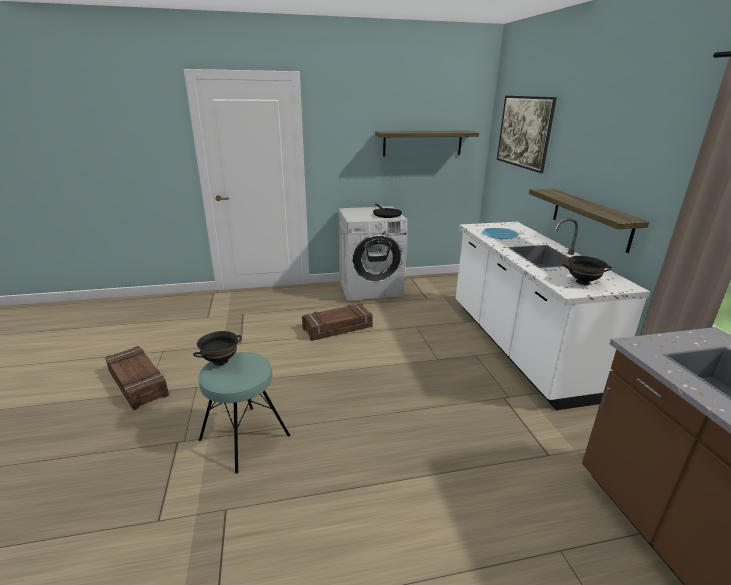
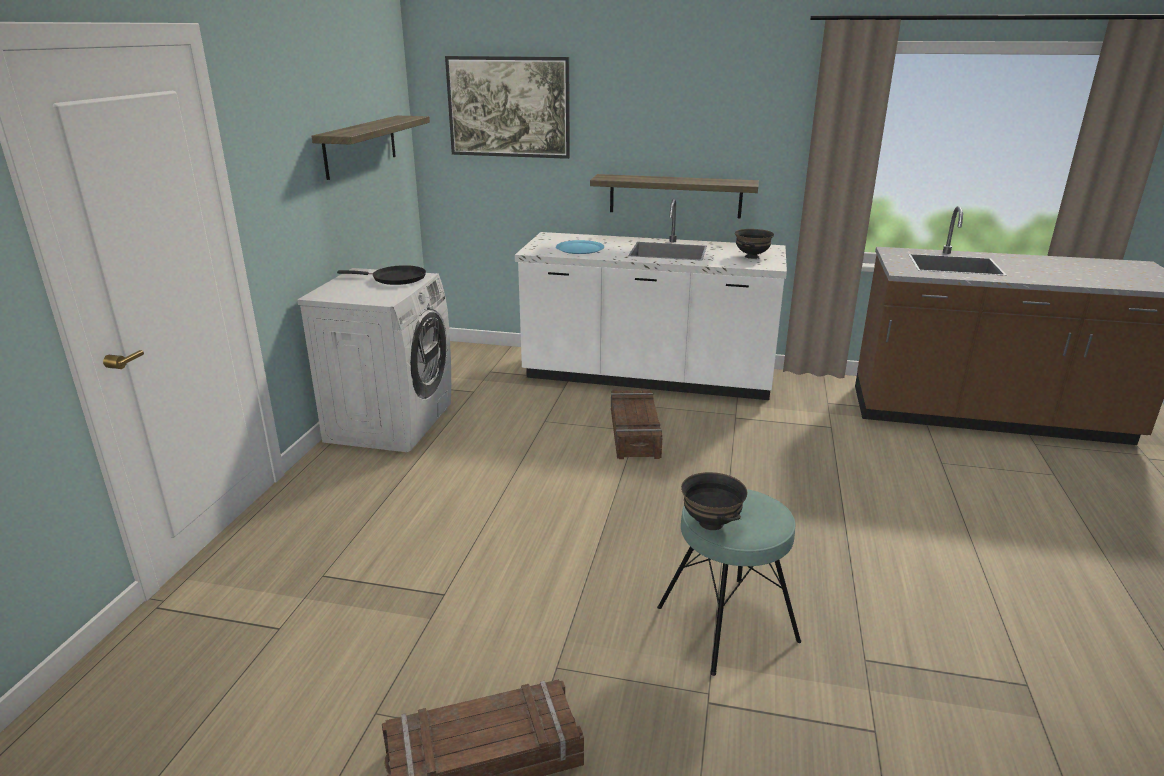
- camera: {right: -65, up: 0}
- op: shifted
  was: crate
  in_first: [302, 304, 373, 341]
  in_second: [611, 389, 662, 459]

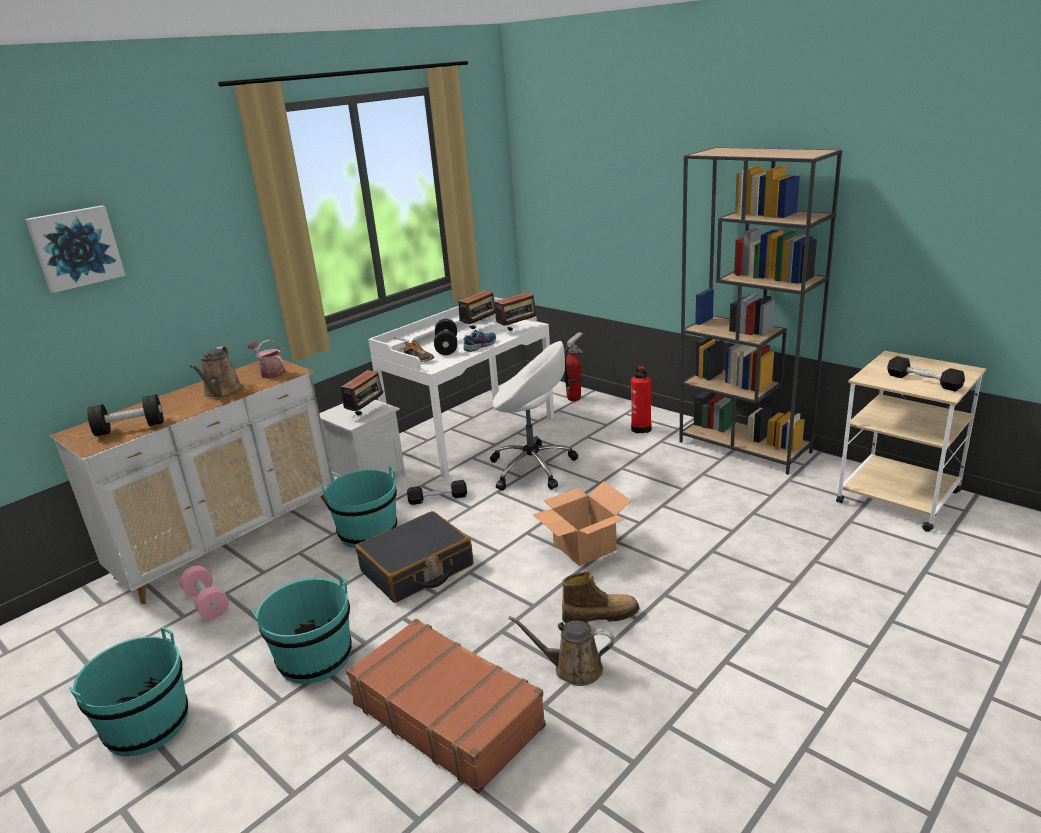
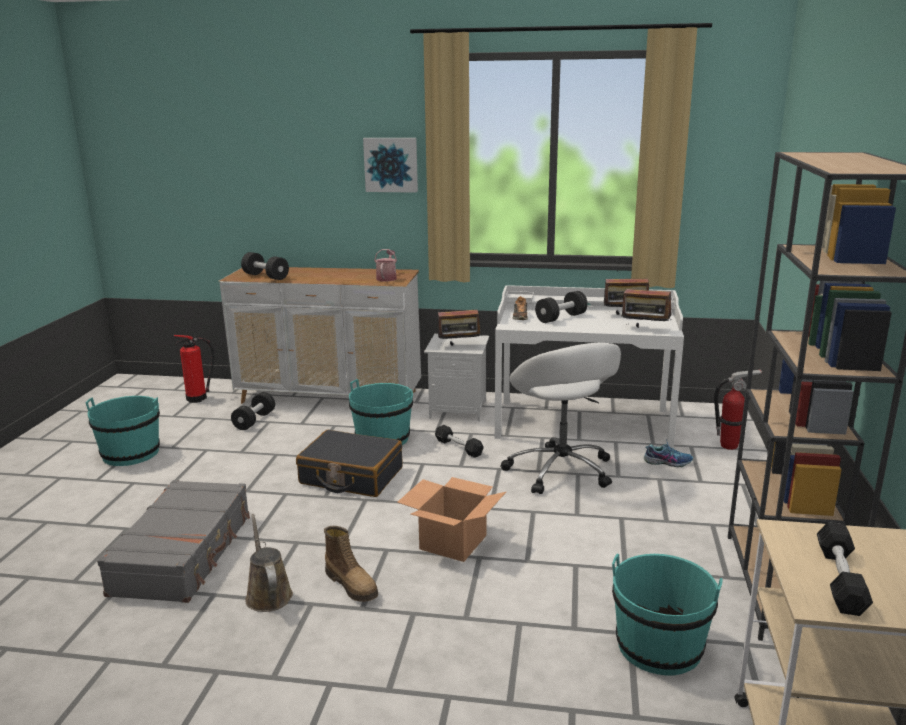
- camera: {right: 55, up: -5}
- op: repainted
  was: suitcase/brownish
  now: suitcase/gray
  in_first: [346, 619, 546, 794]
  in_second: [97, 480, 250, 603]
- op: shifted
  was: fire-fighting cylinder
  in_first: [631, 366, 651, 434]
  in_second: [174, 335, 215, 403]
- op: repainted
  was: dumbbell/pink-coloured
  now: dumbbell/blackish
  in_first: [180, 566, 229, 619]
  in_second: [231, 392, 275, 430]
- op: shifted
  was: wall art
  in_first: [25, 205, 126, 293]
  in_second: [363, 138, 418, 193]
- op: shifted
  was: bucket/turquoise
  in_first: [252, 574, 352, 684]
  in_second: [612, 554, 723, 676]
- op: shifted
  was: shoe
  in_first: [463, 329, 496, 352]
  in_second: [644, 440, 693, 467]
- op: gone
  was: watering pot/brownish
  in_first: [190, 346, 243, 399]

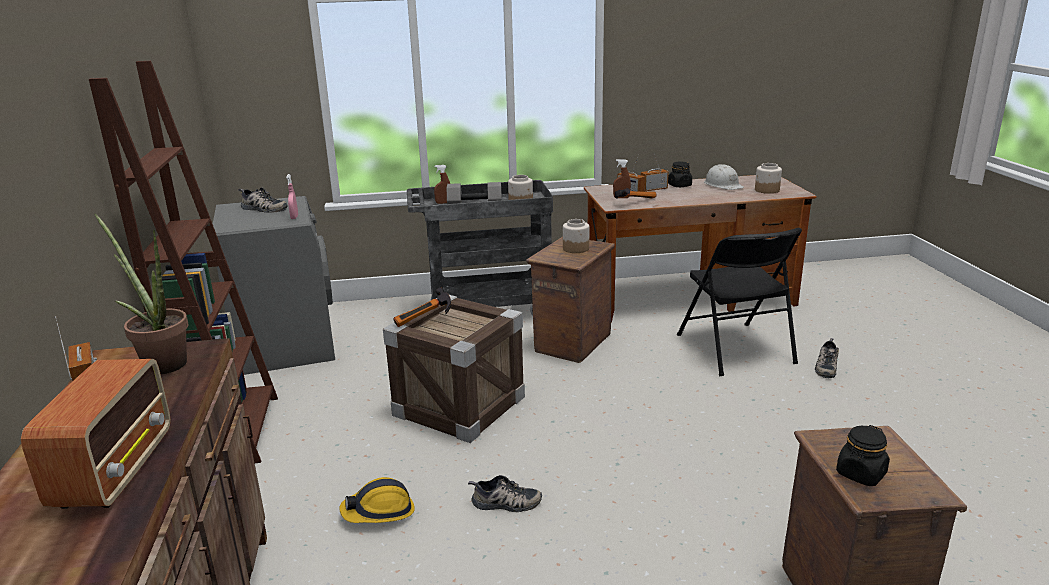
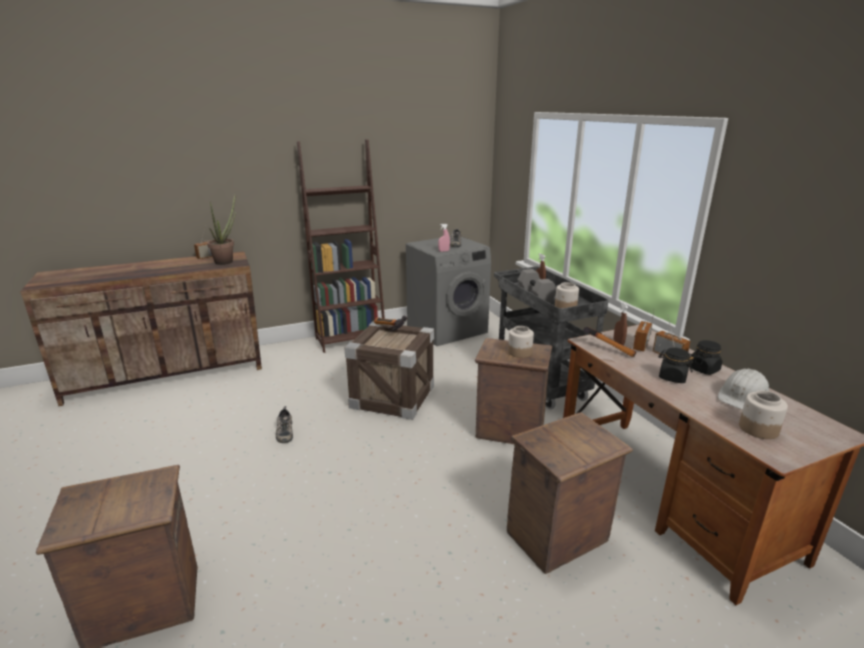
- camera: {right: 75, up: 0}
- op: swapped
  was: upright chair/blackish
  now: crate
  in_first: [677, 228, 802, 376]
  in_second: [507, 412, 633, 574]
- op: shifted
  was: storage jar/blackish
  in_first: [836, 425, 890, 486]
  in_second: [658, 348, 694, 383]
- op: gone
  was: radio receiver
  in_first: [21, 359, 171, 509]
- op: gone
  was: hard hat
  in_first: [339, 477, 415, 523]
- op: gone
  was: shoe
  in_first: [815, 338, 839, 378]

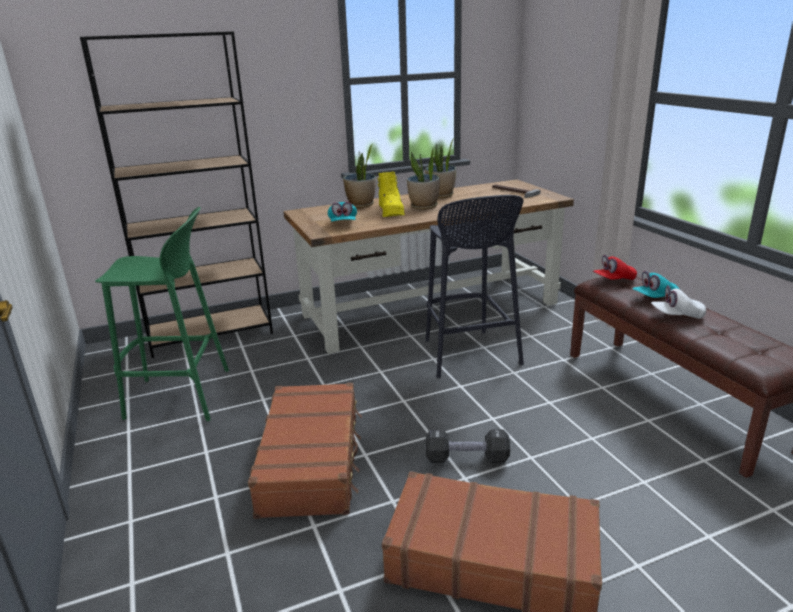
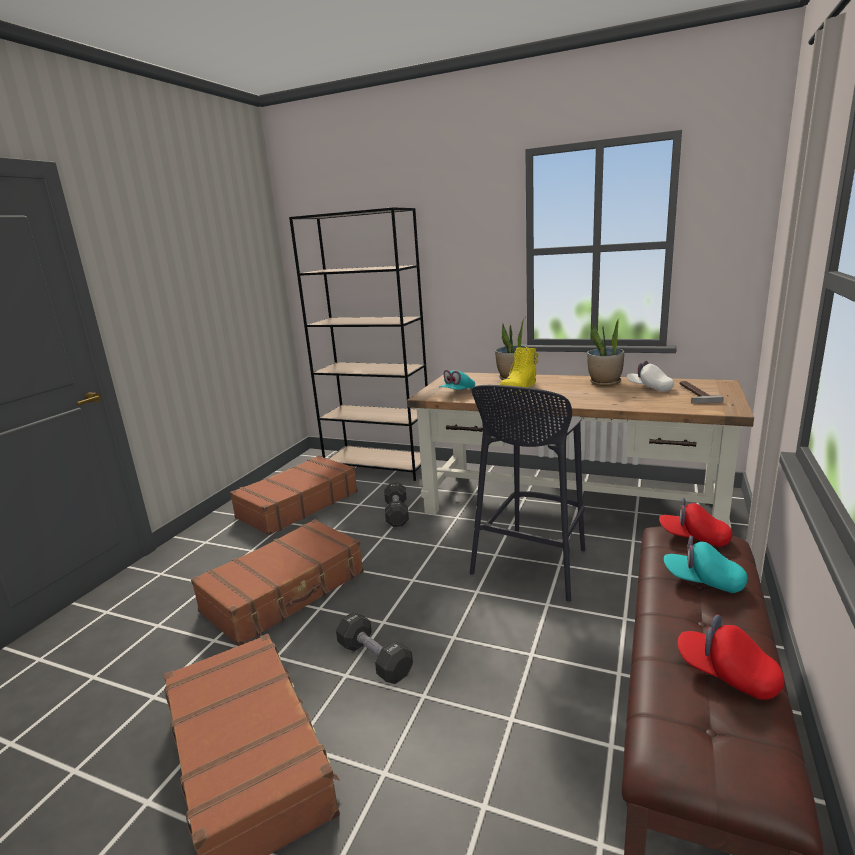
- camera: {right: 45, up: -5}
- op: swapped
  was: stool seat/green
  now: suitcase/brownish
  in_first: [95, 207, 229, 421]
  in_second: [230, 455, 358, 535]
- op: new
  now: dumbbell/blackish
  in_second: [384, 482, 409, 527]
- op: shifted
  was: peaked cap/white
  in_first: [651, 285, 706, 319]
  in_second: [627, 361, 674, 392]
- op: new
  now: peaked cap/red-coloured
  in_second: [677, 615, 785, 700]
- op: gone
  was: houseplant
  in_first: [407, 146, 439, 210]

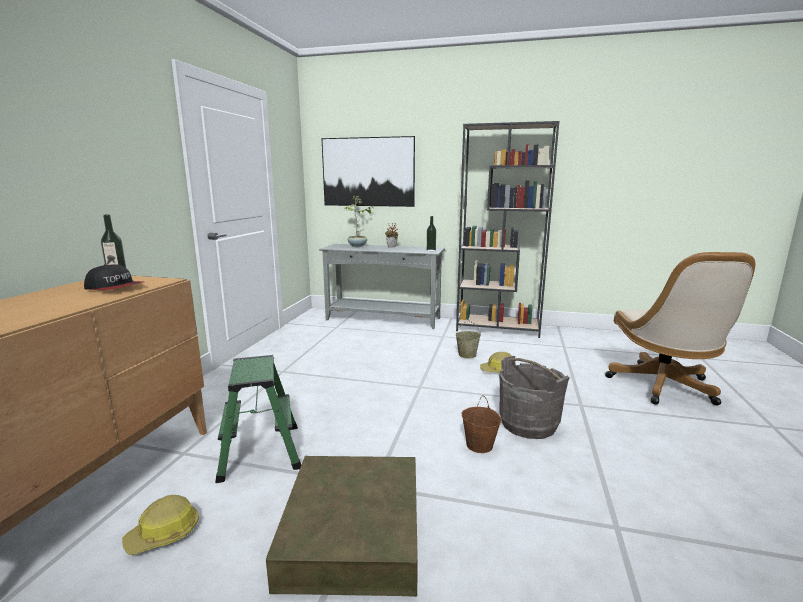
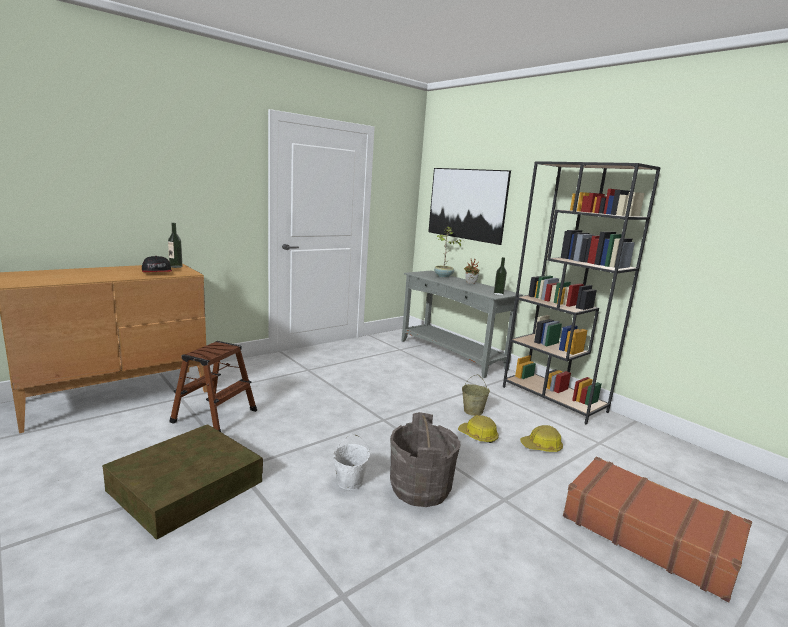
- camera: {right: 35, up: 0}
- op: repainted
  was: stepladder/green
  now: stepladder/brownish
  in_first: [215, 355, 301, 483]
  in_second: [169, 341, 257, 432]
- op: repainted
  was: bucket/brownish
  now: bucket/white
  in_first: [462, 396, 501, 453]
  in_second: [333, 434, 370, 490]
- op: shifted
  was: hard hat
  in_first: [122, 495, 199, 555]
  in_second: [520, 425, 563, 452]
- op: swapped
  was: office chair
  now: suitcase/brownish
  in_first: [605, 252, 755, 405]
  in_second: [563, 457, 752, 602]

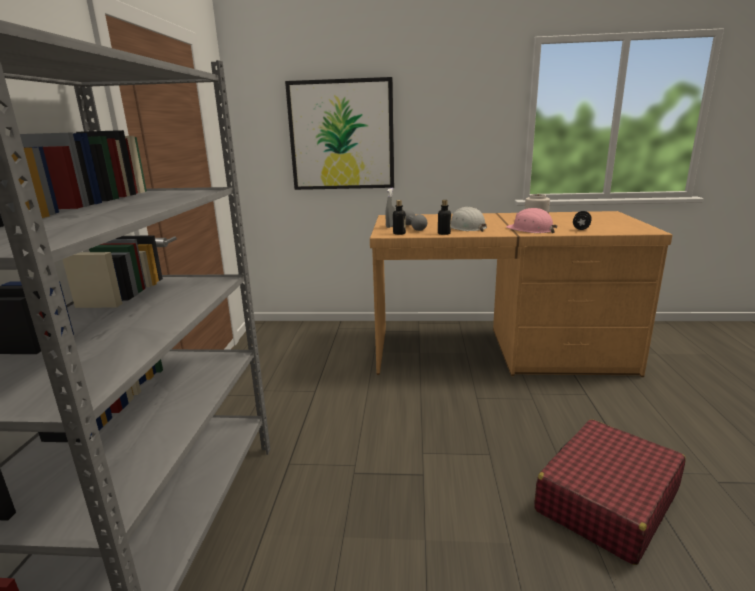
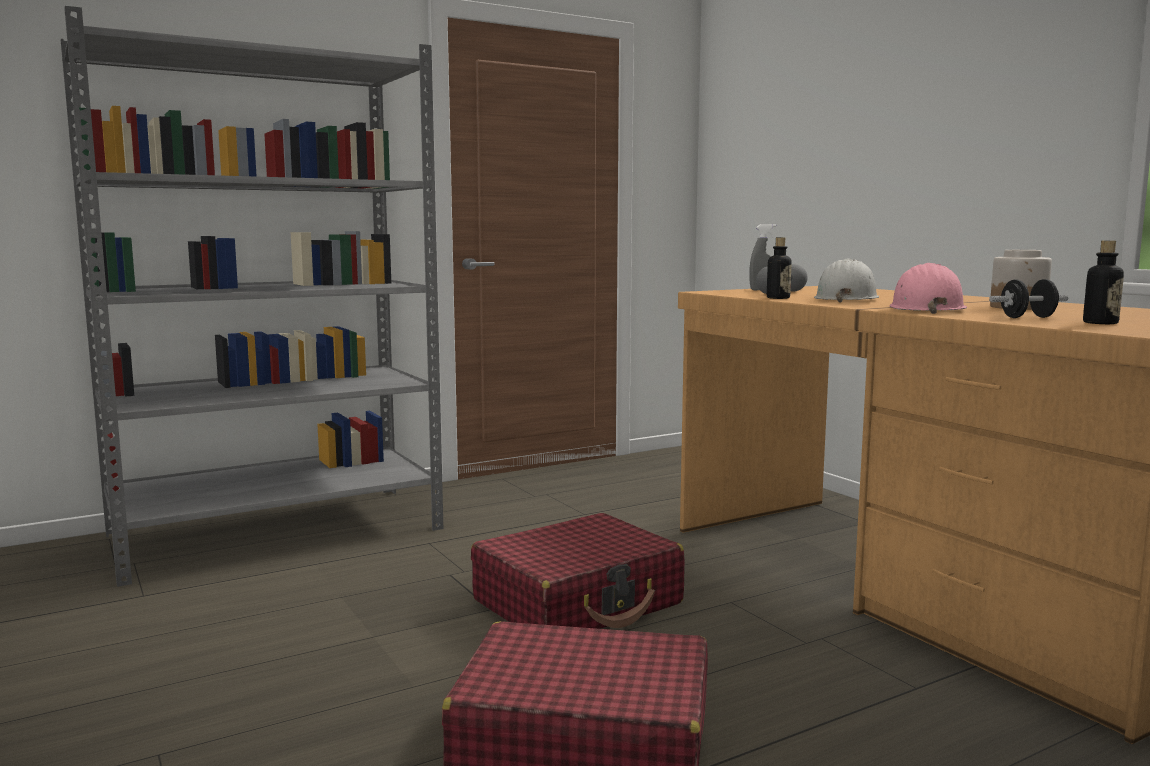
- camera: {right: 55, up: -10}
- op: new
  now: suitcase/red-coloured
  in_second: [471, 513, 685, 629]
- op: shifted
  was: drink bottle
  in_first: [393, 200, 406, 235]
  in_second: [1083, 241, 1124, 324]
- op: gone
  was: wall art
  in_first: [285, 77, 394, 190]

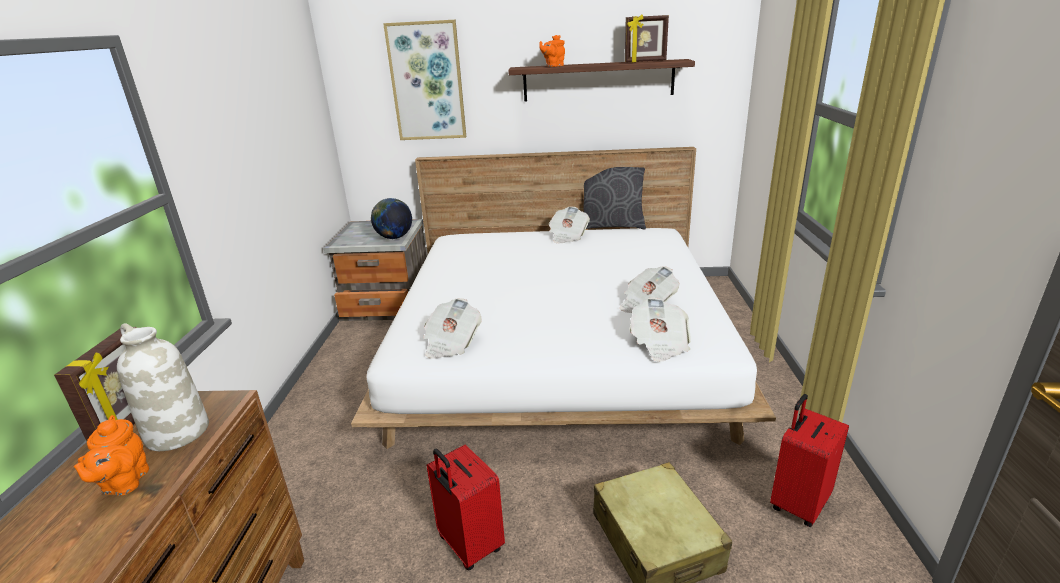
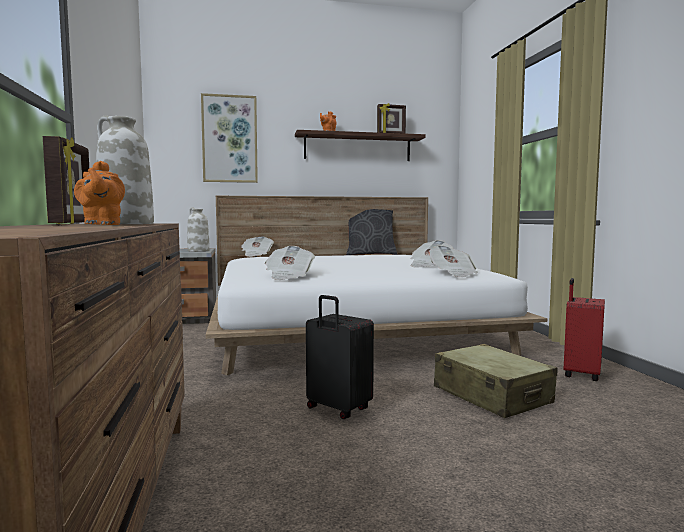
- camera: {right: -15, up: -20}
- op: swapped
  was: world globe
  now: decorative vase/white
  in_first: [371, 198, 412, 239]
  in_second: [187, 207, 210, 252]
- op: shifted
  was: daily paper
  in_first: [549, 206, 590, 243]
  in_second: [241, 237, 274, 257]
- op: repainted
  was: suitcase/red-coloured
  now: suitcase/blackish
  in_first: [427, 445, 505, 570]
  in_second: [306, 295, 374, 419]

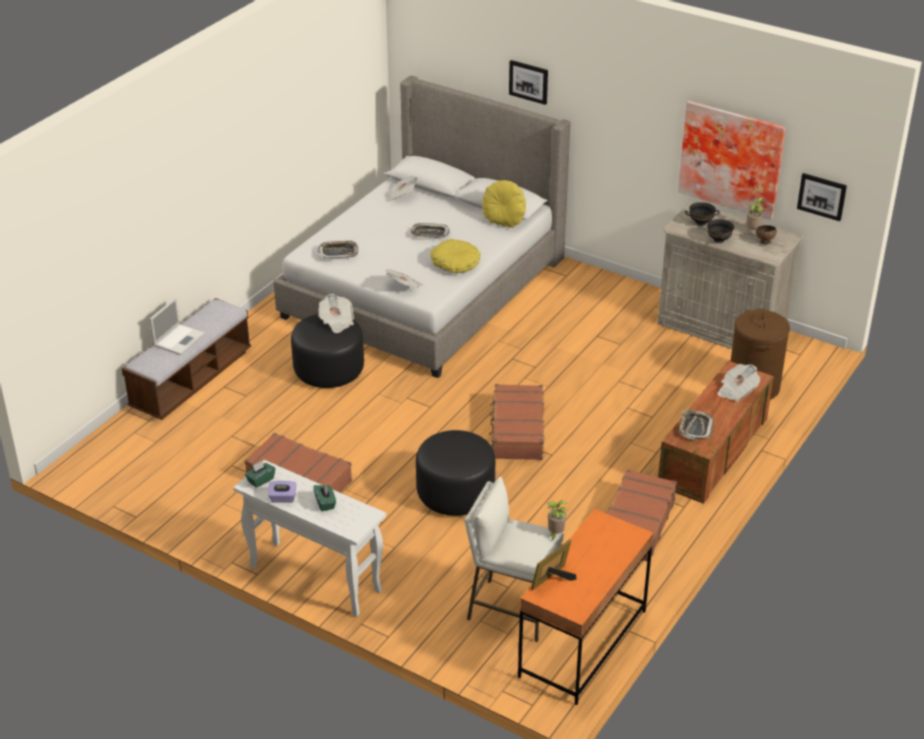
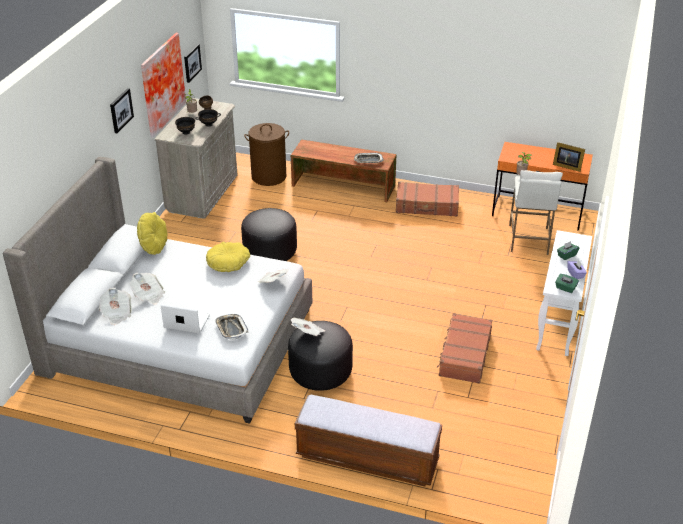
- camera: {right: -105, up: 0}
- op: shifted
  was: wall art
  in_first: [509, 60, 548, 105]
  in_second: [110, 88, 134, 133]
- op: shifted
  was: daily paper
  in_first: [718, 364, 760, 402]
  in_second: [130, 273, 165, 305]
- op: shifted
  was: laptop
  in_first: [150, 298, 205, 355]
  in_second: [161, 304, 210, 333]
- op: shifted
  was: pouffe/blackish
  in_first: [416, 430, 495, 516]
  in_second: [241, 208, 297, 261]
- op: gone
  was: serving tray
  in_first: [410, 223, 450, 238]
- op: gone
  was: suitcase/brownish
  in_first: [489, 384, 544, 460]

